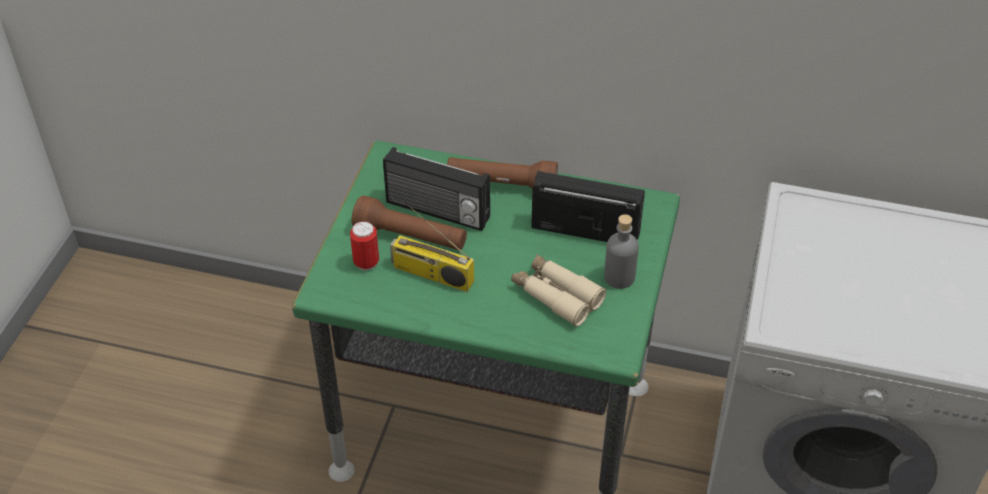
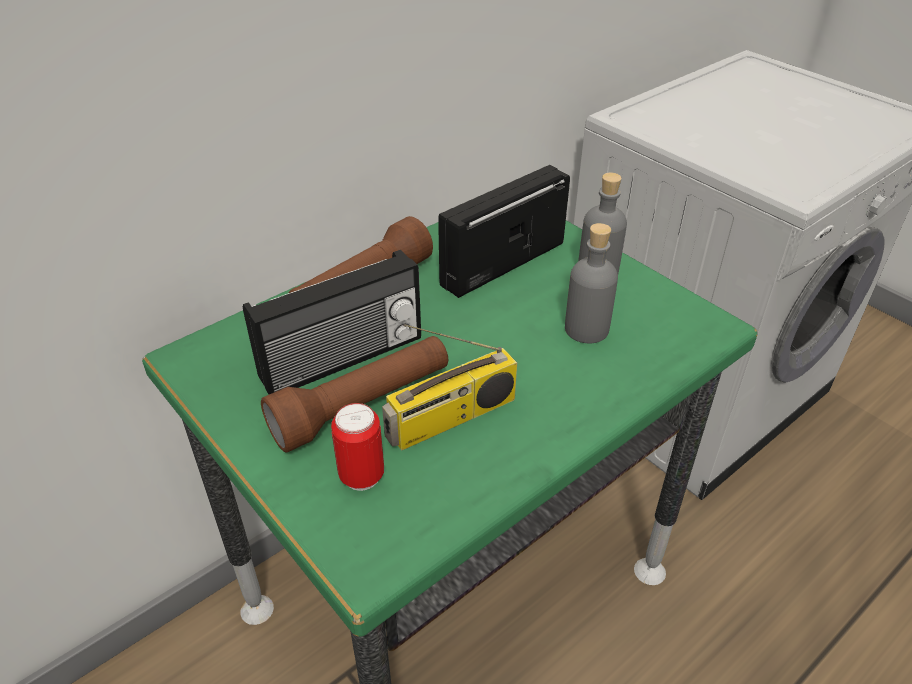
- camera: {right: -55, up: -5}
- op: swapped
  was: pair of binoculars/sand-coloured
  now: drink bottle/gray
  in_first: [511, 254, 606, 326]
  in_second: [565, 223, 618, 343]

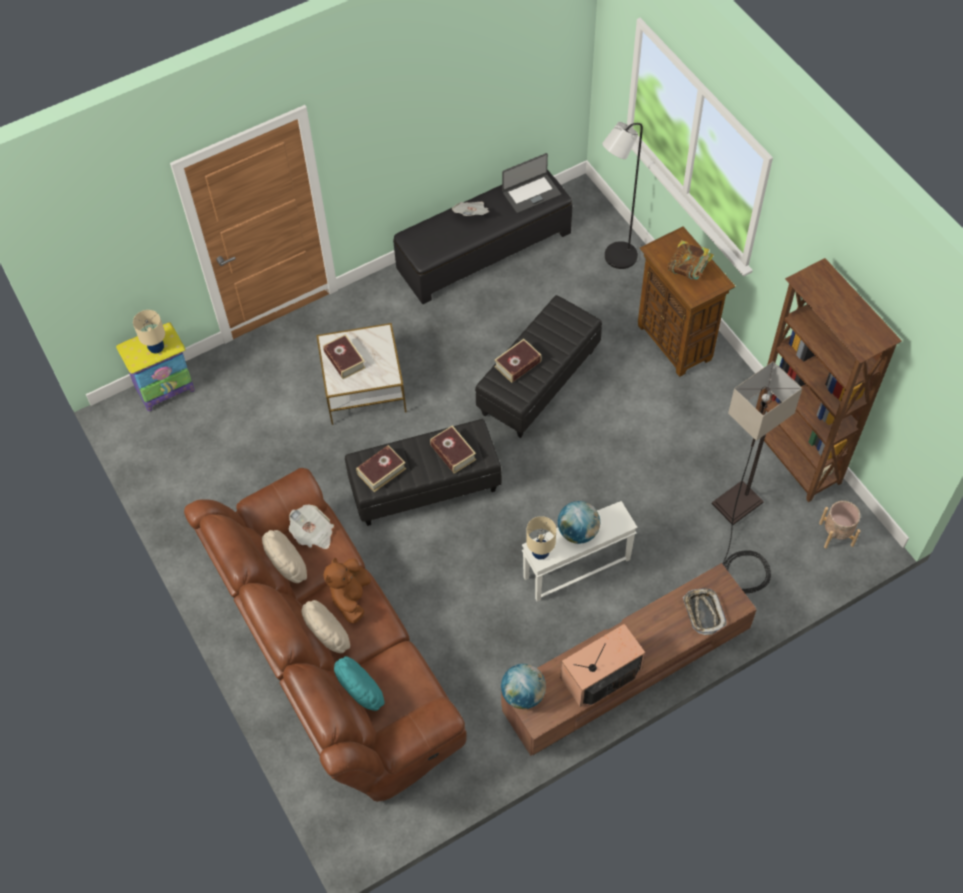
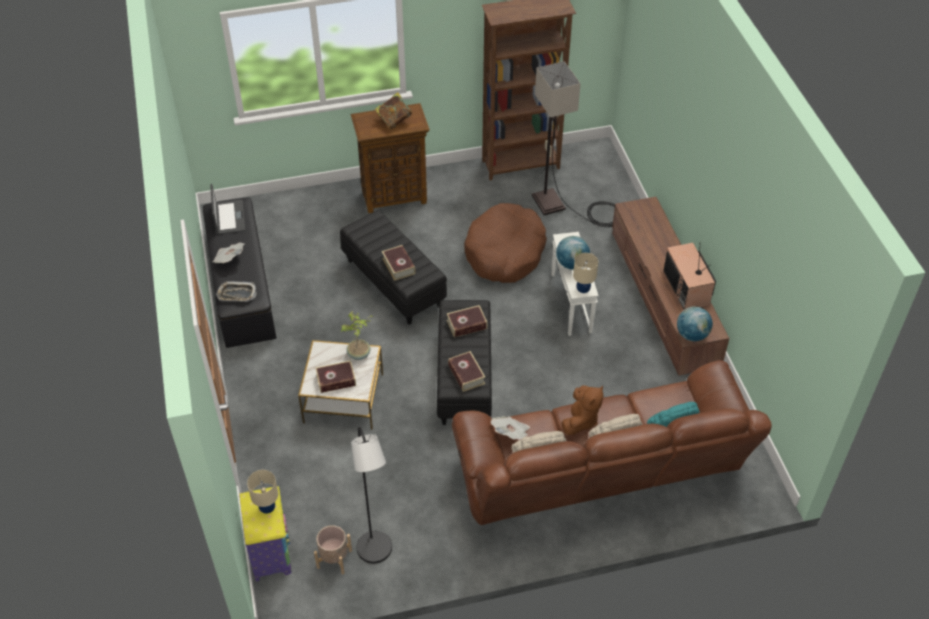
- camera: {right: -75, up: -10}
- op: shifted
  was: serving tray
  in_first: [683, 589, 727, 635]
  in_second: [216, 281, 257, 302]
- op: shifted
  was: plant pot/sand-coloured
  in_first: [819, 501, 860, 548]
  in_second: [314, 525, 352, 574]
- op: new
  now: houseplant
  in_second: [341, 311, 373, 360]
- op: shifted
  was: standing lamp/blackish
  in_first: [602, 122, 643, 269]
  in_second: [351, 427, 392, 564]
- op: new
  now: dog cushion/brownish
  in_second: [464, 203, 547, 283]
- op: rotated
  was: plush toy/brownish
  in_first: [323, 558, 371, 623]
  in_second: [561, 385, 604, 435]
  clockwise: -90

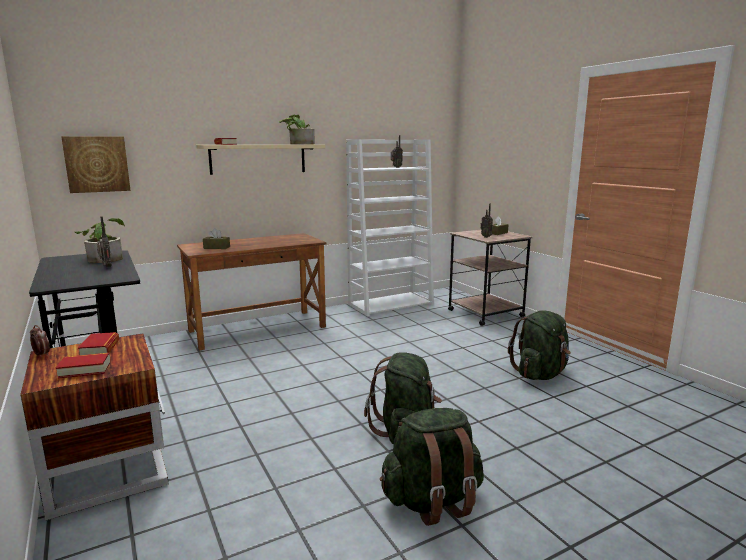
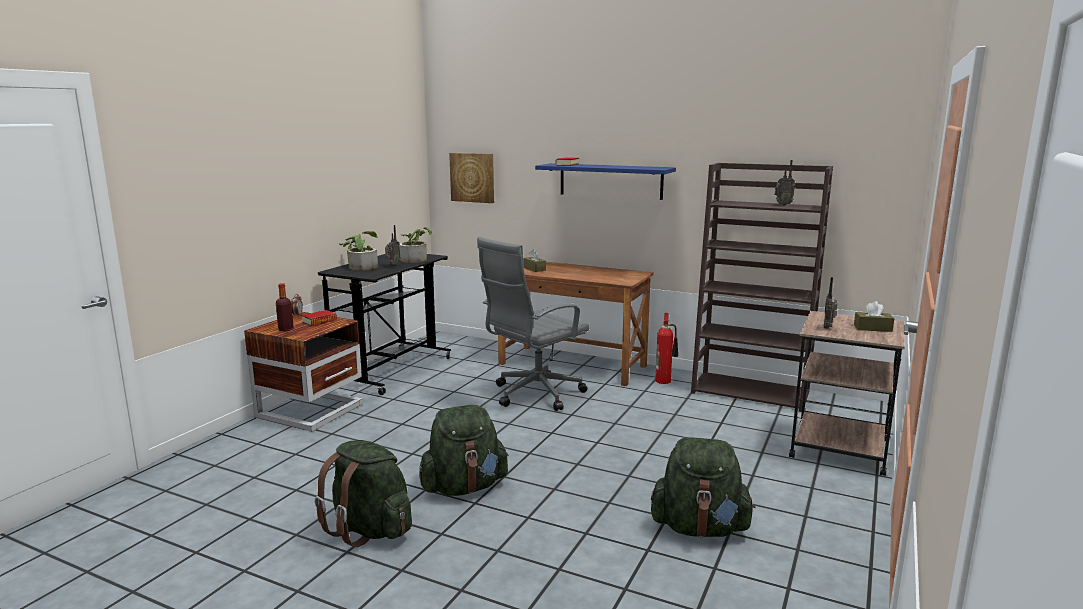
- camera: {right: 55, up: 0}
- op: swapped
  was: bound book
  now: drink bottle
  in_first: [56, 353, 111, 379]
  in_second: [276, 283, 294, 331]
- op: shifted
  was: houseplant
  in_first: [279, 115, 314, 144]
  in_second: [339, 231, 378, 270]
- op: new
  now: office chair/gray
  in_second: [477, 237, 589, 411]
- op: repainted
  was: wall shelf/sand-coloured
  now: wall shelf/bluish
  in_first: [196, 145, 325, 175]
  in_second: [535, 163, 676, 200]
- op: new
  now: fire-fighting cylinder
  in_second: [655, 313, 678, 384]
- op: repainted
  was: shelving unit/white
  now: shelving unit/brownish
  in_first: [346, 139, 434, 317]
  in_second: [691, 163, 833, 412]

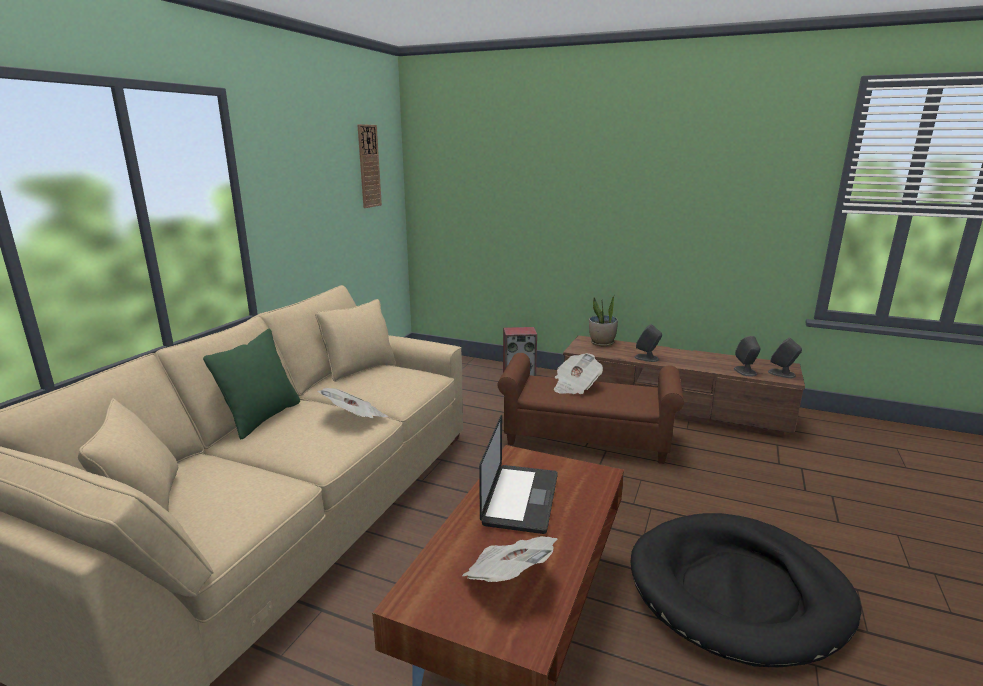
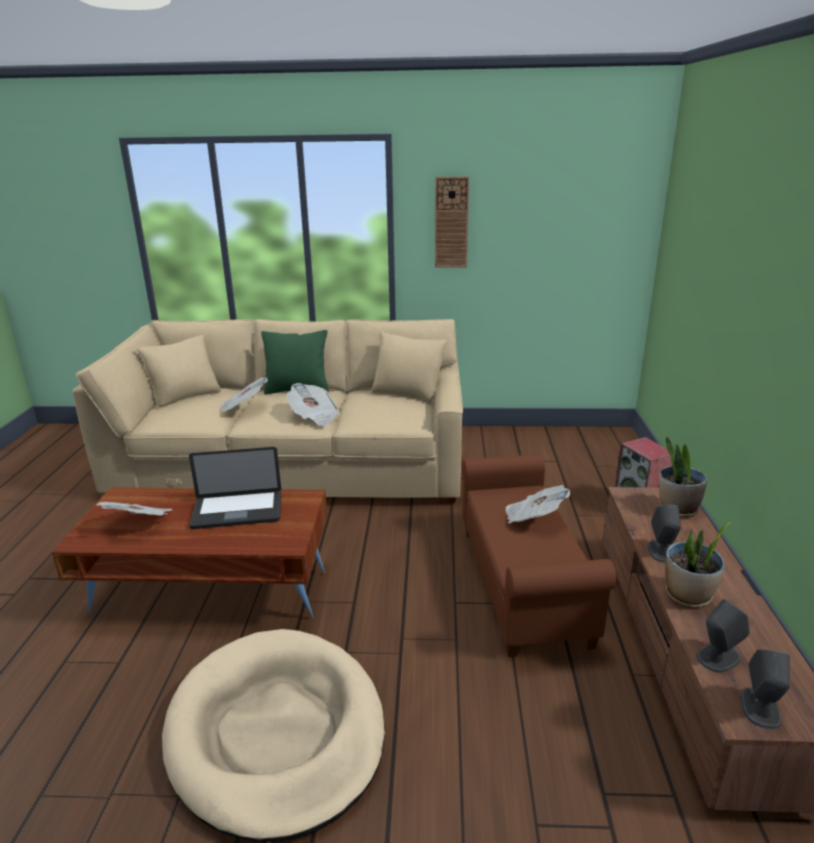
- camera: {right: 70, up: 5}
- op: repainted
  was: dog cushion/blackish
  now: dog cushion/sand-coloured
  in_first: [631, 513, 862, 667]
  in_second: [162, 629, 385, 842]
- op: new
  now: daily paper
  in_second: [220, 377, 268, 412]
- op: shifted
  was: wall clock
  in_first: [357, 124, 382, 208]
  in_second: [435, 177, 469, 268]
- op: new
  now: houseplant
  in_second: [665, 522, 732, 608]

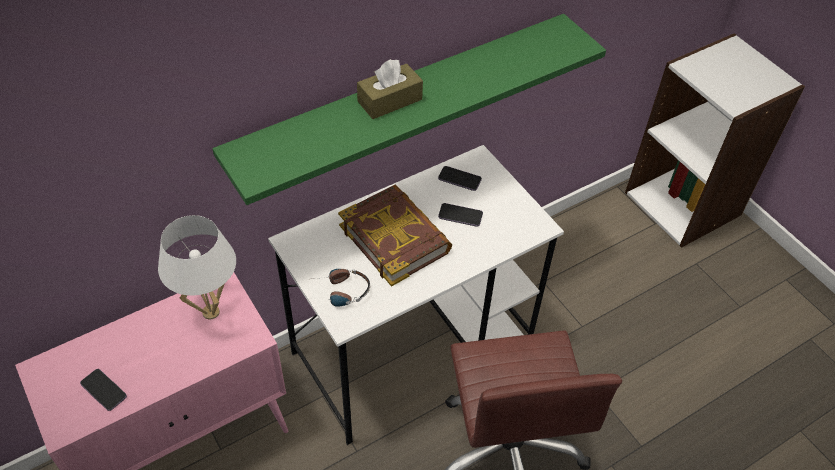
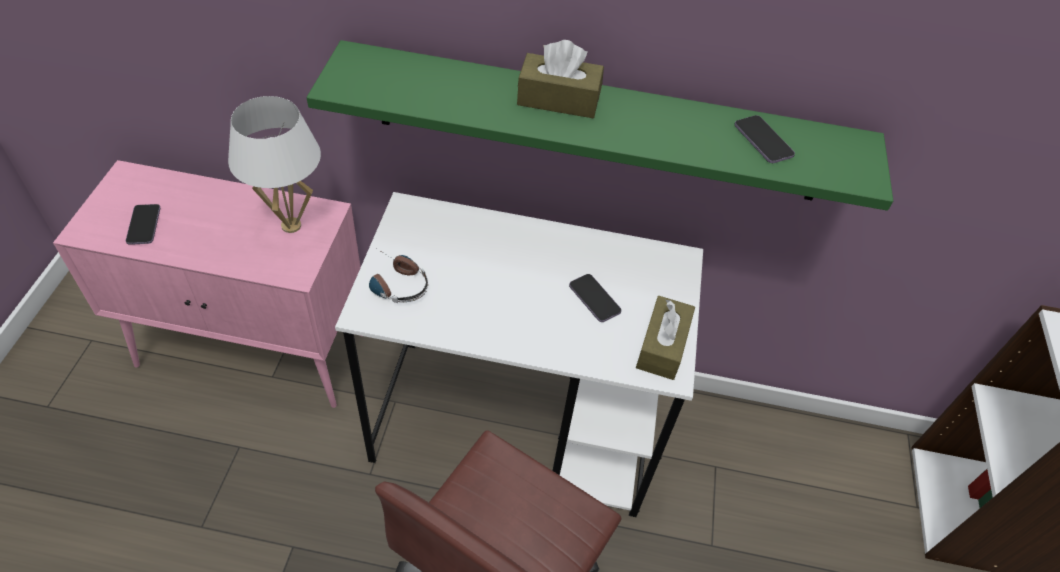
- camera: {right: 40, up: 0}
- op: new
  now: box of tissues/brownish
  in_second: [636, 296, 695, 380]
- op: shifted
  was: telephone
  in_first: [438, 166, 482, 191]
  in_second: [734, 115, 795, 163]
- op: gone
  was: bound book
  in_first: [338, 185, 452, 287]

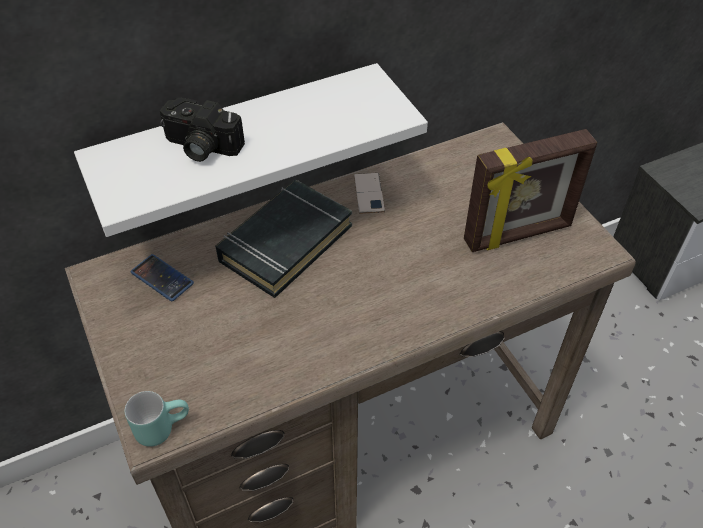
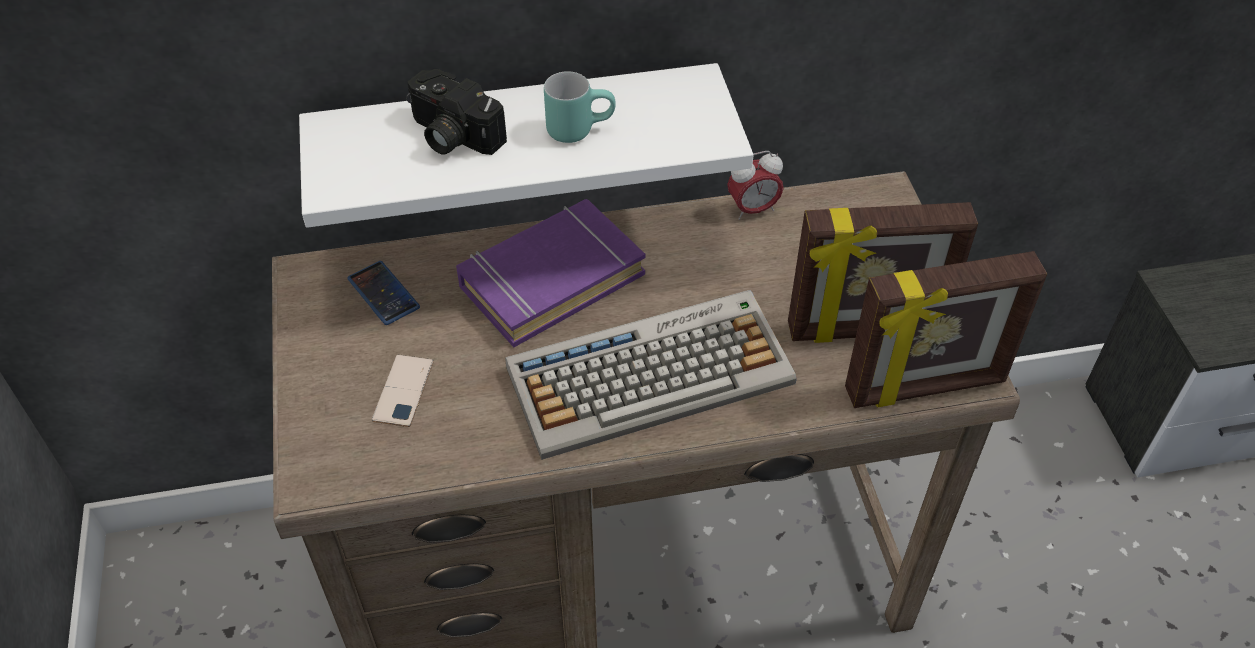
- camera: {right: 15, up: 0}
- op: shifted
  was: telephone
  in_first: [354, 173, 385, 214]
  in_second: [372, 354, 434, 427]
- op: repainted
  was: bound book/blackish
  now: bound book/purple
  in_first: [215, 180, 352, 298]
  in_second: [456, 199, 645, 347]
- op: new
  now: PC keyboard
  in_second: [505, 290, 797, 460]
- op: shifted
  was: coffee mug/turquoise
  in_first: [125, 391, 189, 447]
  in_second: [544, 71, 616, 143]
- op: new
  now: bedside clock
  in_second: [727, 151, 784, 220]
- op: new
  now: picture frame
  in_second: [845, 251, 1047, 408]

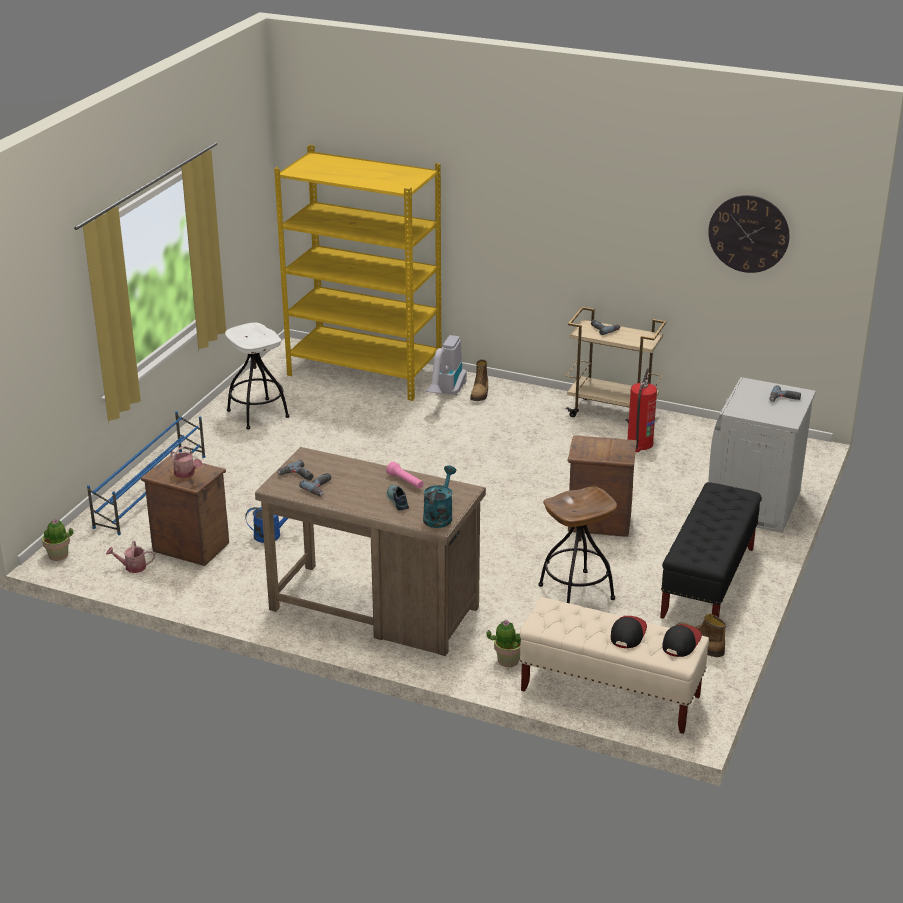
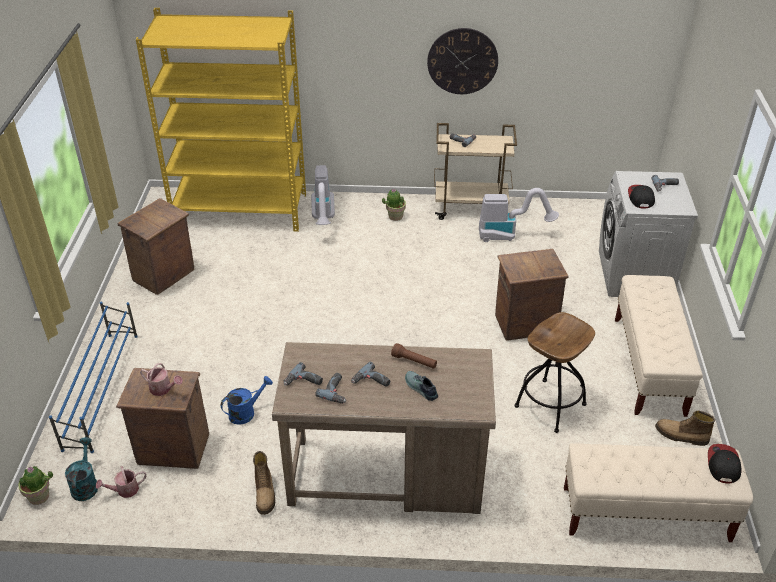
- camera: {right: -20, up: 10}
- op: shifted
  was: watering pot/turquoise
  in_first: [423, 465, 456, 528]
  in_second: [65, 438, 98, 501]
- op: swapped
  was: stool seat/white
  now: crate
  in_first: [225, 323, 289, 430]
  in_second: [118, 198, 194, 295]
- op: shifted
  was: boot
  in_first: [470, 359, 488, 401]
  in_second: [253, 451, 275, 515]
- op: new
  now: power drill
  in_second: [351, 362, 390, 387]
- op: shifted
  was: houseplant
  in_first: [487, 620, 521, 667]
  in_second: [382, 189, 406, 221]
- op: repainted
  was: flashlight/pink-coloured
  now: flashlight/brownish
  in_first: [386, 462, 424, 489]
  in_second: [391, 343, 437, 369]
- op: shifted
  was: wall clock
  in_first: [708, 195, 789, 273]
  in_second: [427, 28, 498, 94]
- op: swapped
  was: fire-fighting cylinder
  now: vacuum
  in_first: [627, 368, 657, 452]
  in_second: [479, 188, 559, 242]
- op: repainted
  was: indoor bench/blackish
  now: indoor bench/sand-coloured
  in_first: [660, 482, 762, 619]
  in_second: [615, 275, 703, 417]
- op: shifted
  was: peaked cap
  in_first: [611, 616, 647, 648]
  in_second: [628, 185, 655, 208]

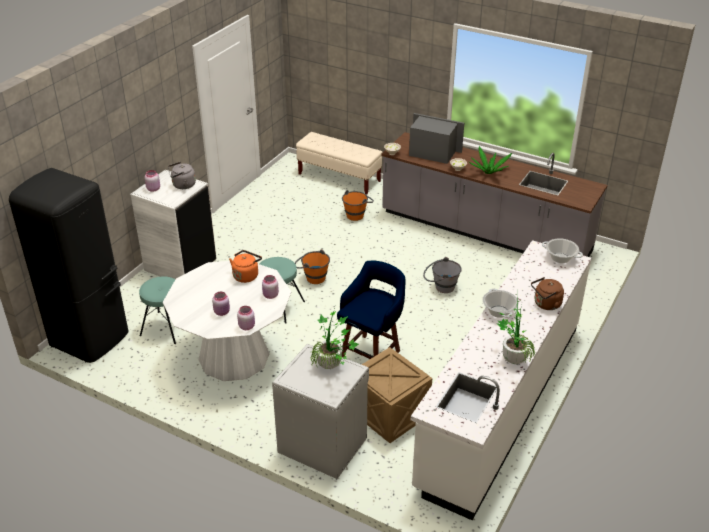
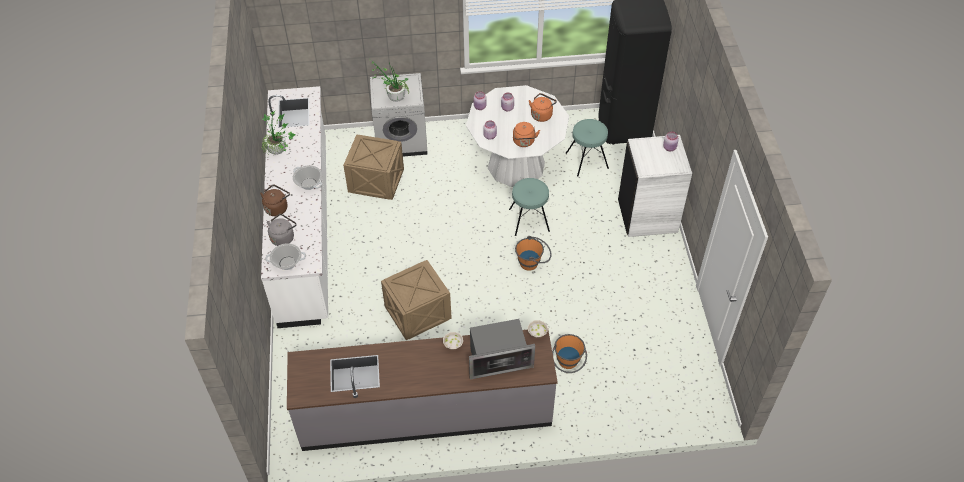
- camera: {right: 145, up: 15}
- op: shifted
  was: tea kettle/gray
  in_first: [168, 162, 196, 189]
  in_second: [267, 214, 297, 246]
- op: swapped
  was: bucket/gray
  now: crate
  in_first: [423, 257, 462, 293]
  in_second: [381, 260, 452, 340]
- op: new
  now: tea kettle/orange
  in_second: [529, 93, 557, 122]
- op: gone
  was: indoor bench/sand-coloured
  in_first: [296, 132, 383, 195]
- op: gone
  was: stool seat/bluish
  in_first: [337, 261, 405, 359]
- op: gone
  was: houseplant
  in_first: [469, 146, 512, 174]

